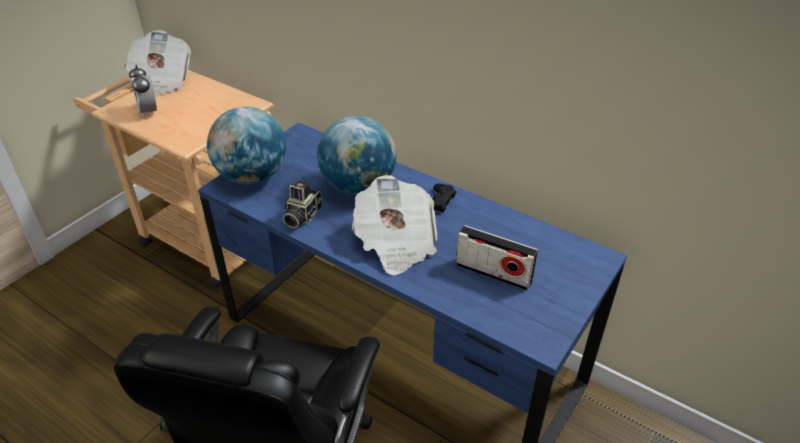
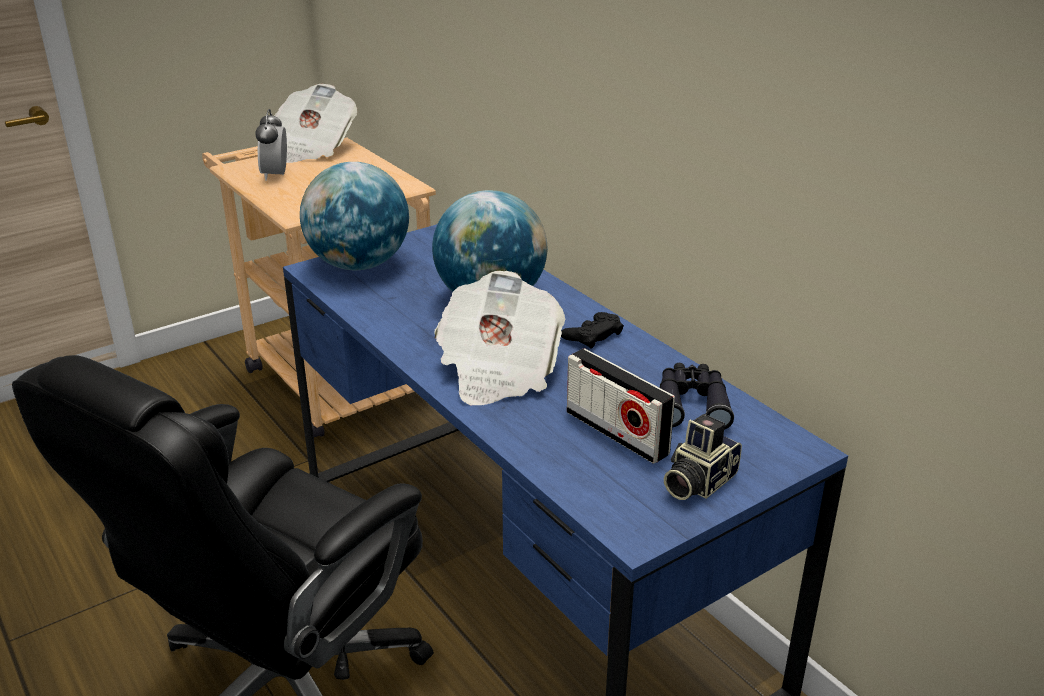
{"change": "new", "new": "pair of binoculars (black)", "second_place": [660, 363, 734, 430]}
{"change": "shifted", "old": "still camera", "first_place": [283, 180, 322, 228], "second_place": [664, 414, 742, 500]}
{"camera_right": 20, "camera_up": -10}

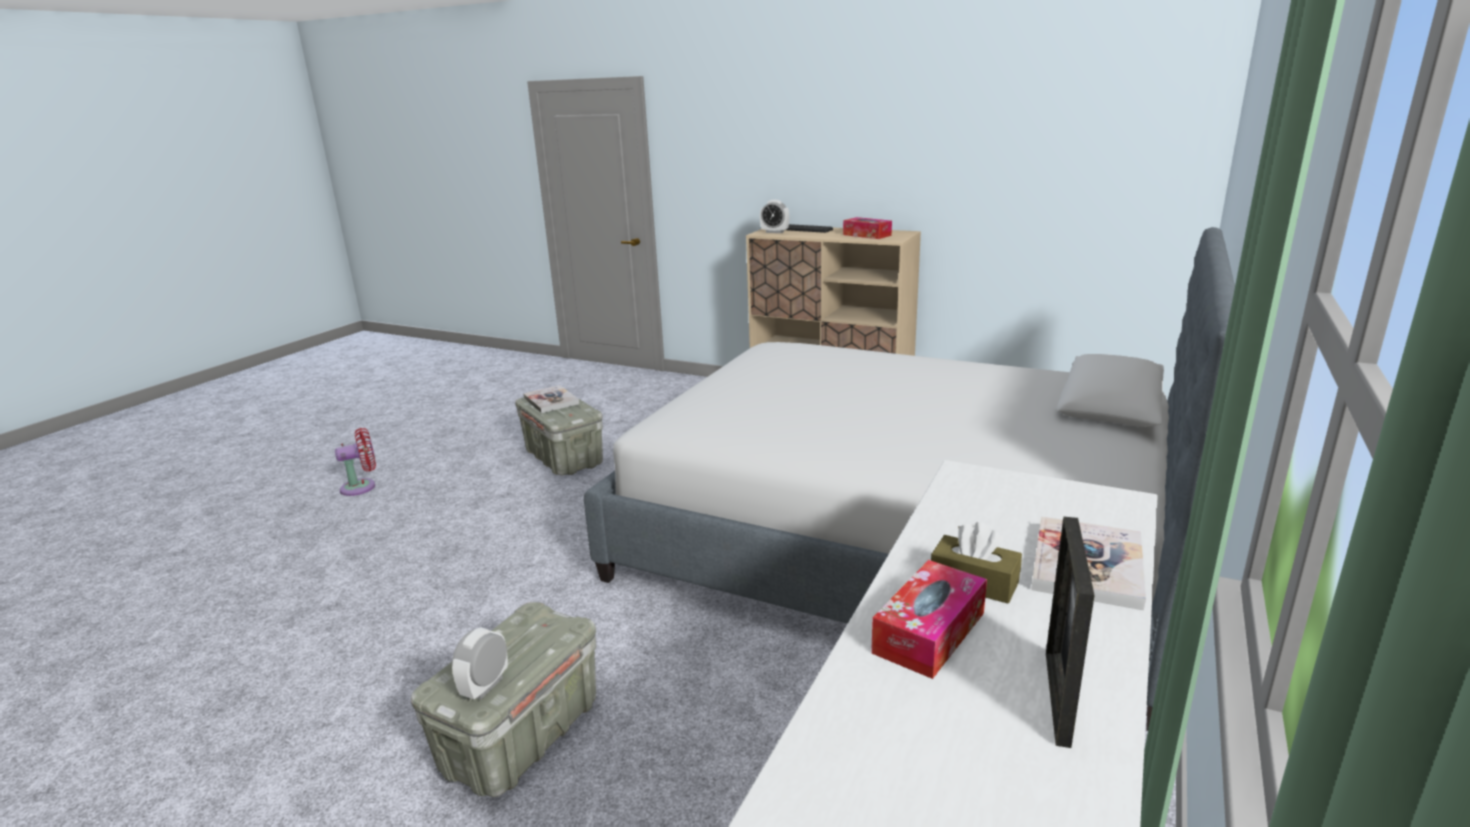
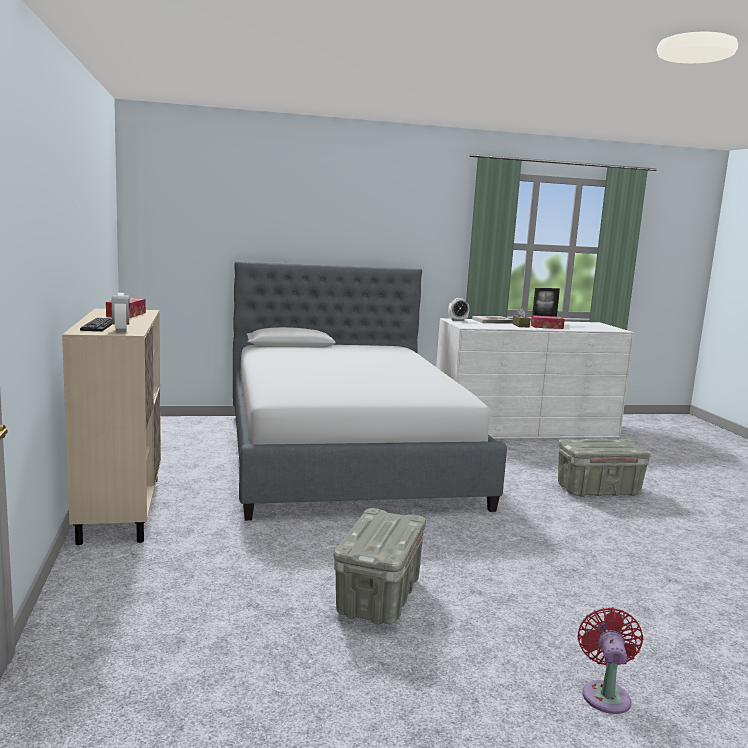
{"change": "gone", "old": "book", "first_place": [523, 385, 579, 413]}
{"change": "shifted", "old": "alarm clock", "first_place": [452, 627, 508, 699], "second_place": [448, 298, 469, 321]}
{"change": "rotated", "old": "electric fan (reddish)", "first_place": [335, 428, 376, 496], "second_place": [577, 608, 643, 714], "degrees": 75}
{"camera_right": -130, "camera_up": -10}

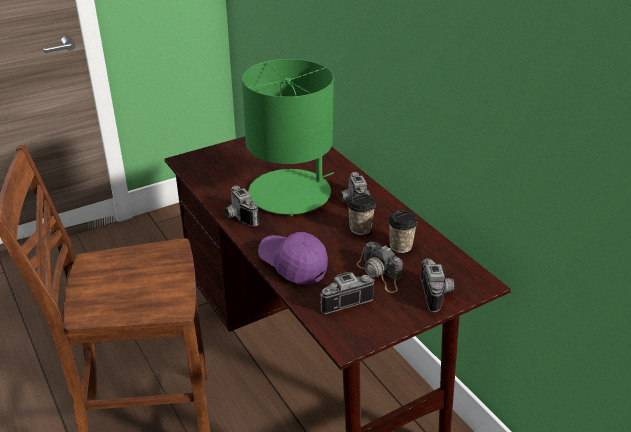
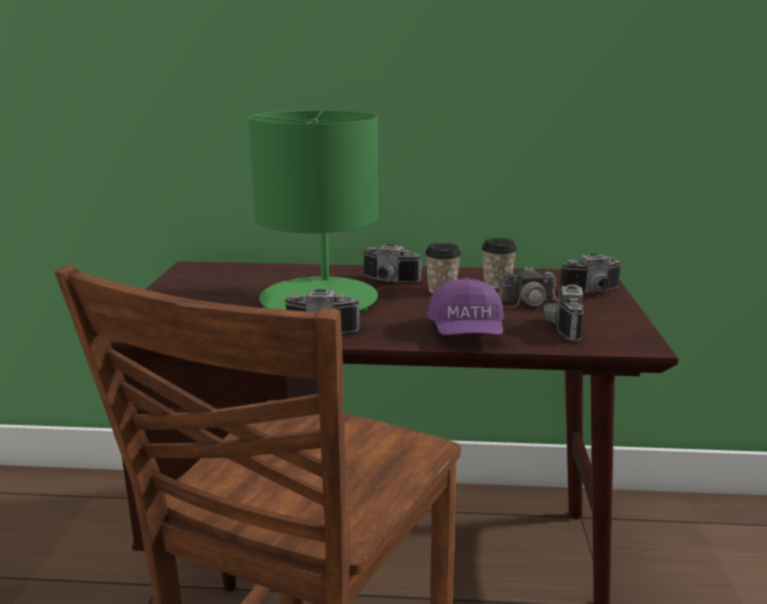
{"change": "rotated", "old": "peaked cap (purplish)", "first_place": [258, 232, 328, 285], "second_place": [427, 278, 504, 335], "degrees": -75}
{"change": "rotated", "old": "still camera", "first_place": [420, 259, 454, 312], "second_place": [560, 253, 622, 293], "degrees": 135}
{"camera_right": -55, "camera_up": -15}

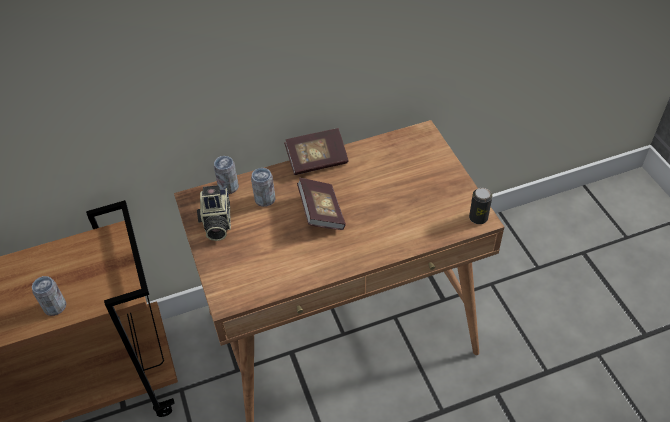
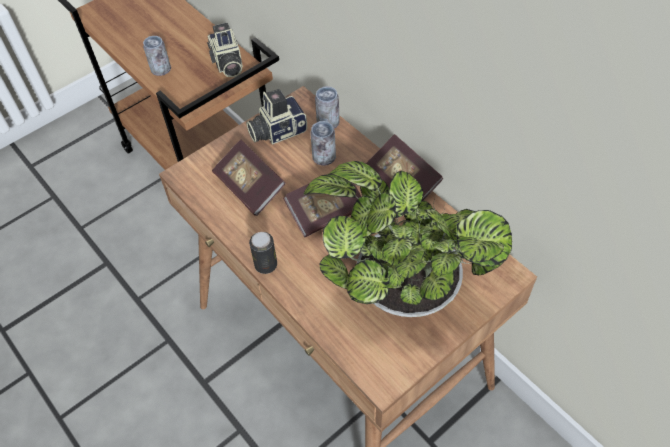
{"change": "new", "new": "still camera", "second_place": [207, 23, 243, 78]}
{"change": "new", "new": "book", "second_place": [212, 140, 286, 216]}
{"change": "new", "new": "potted plant", "second_place": [304, 161, 512, 317]}
{"change": "shifted", "old": "can", "first_place": [469, 188, 492, 224], "second_place": [249, 232, 277, 274]}
{"camera_right": 70, "camera_up": 5}

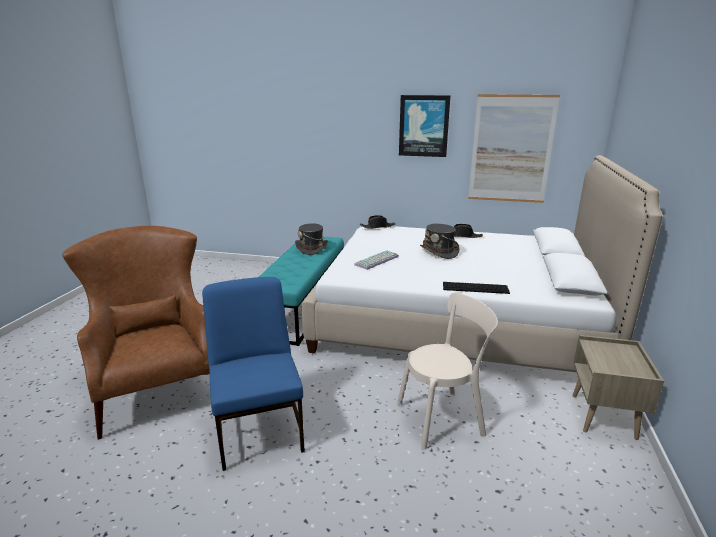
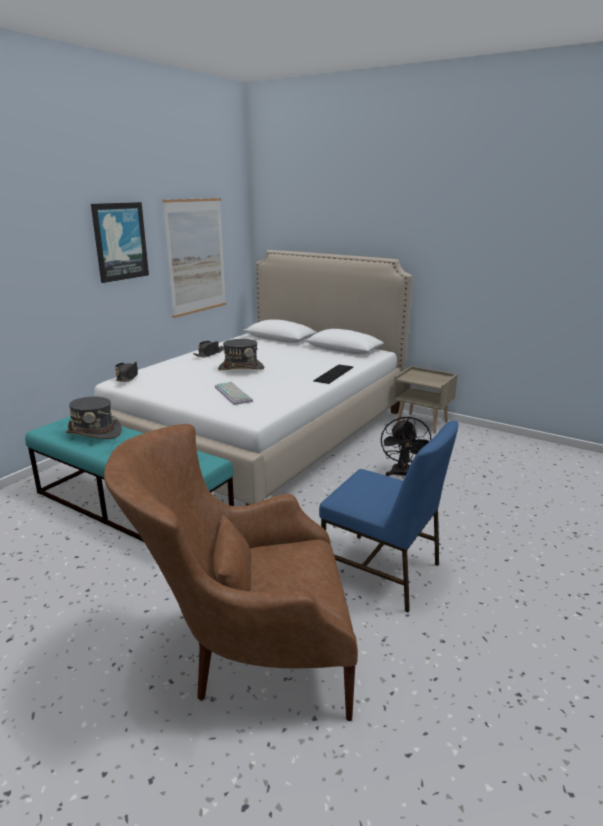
{"change": "swapped", "old": "chair (sand-coloured)", "new": "electric fan (black)", "first_place": [397, 293, 498, 449], "second_place": [381, 416, 431, 478]}
{"change": "rotated", "old": "chair (bluish)", "first_place": [202, 277, 305, 471], "second_place": [319, 421, 459, 612], "degrees": -150}
{"camera_right": -70, "camera_up": 0}

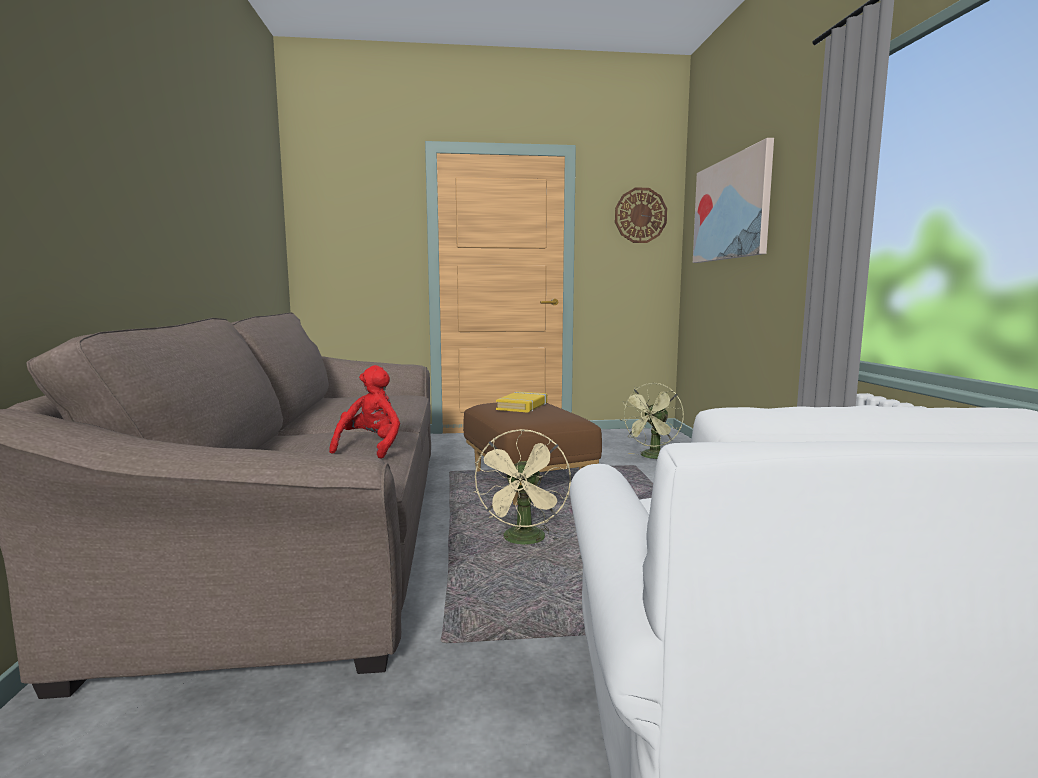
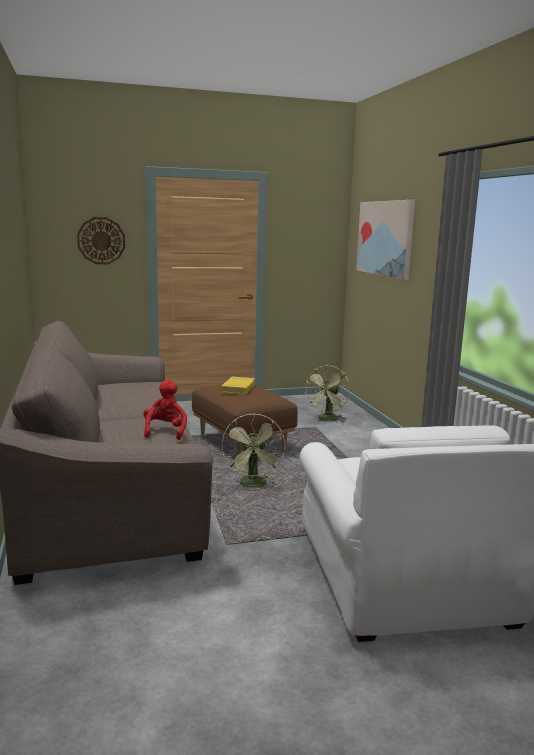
{"change": "shifted", "old": "wall clock", "first_place": [615, 187, 667, 243], "second_place": [77, 217, 125, 264]}
{"change": "repainted", "old": "electric fan (sand-coloured)", "new": "electric fan (green-coloured)", "first_place": [473, 429, 571, 544], "second_place": [222, 413, 285, 488]}
{"camera_right": -10, "camera_up": 5}

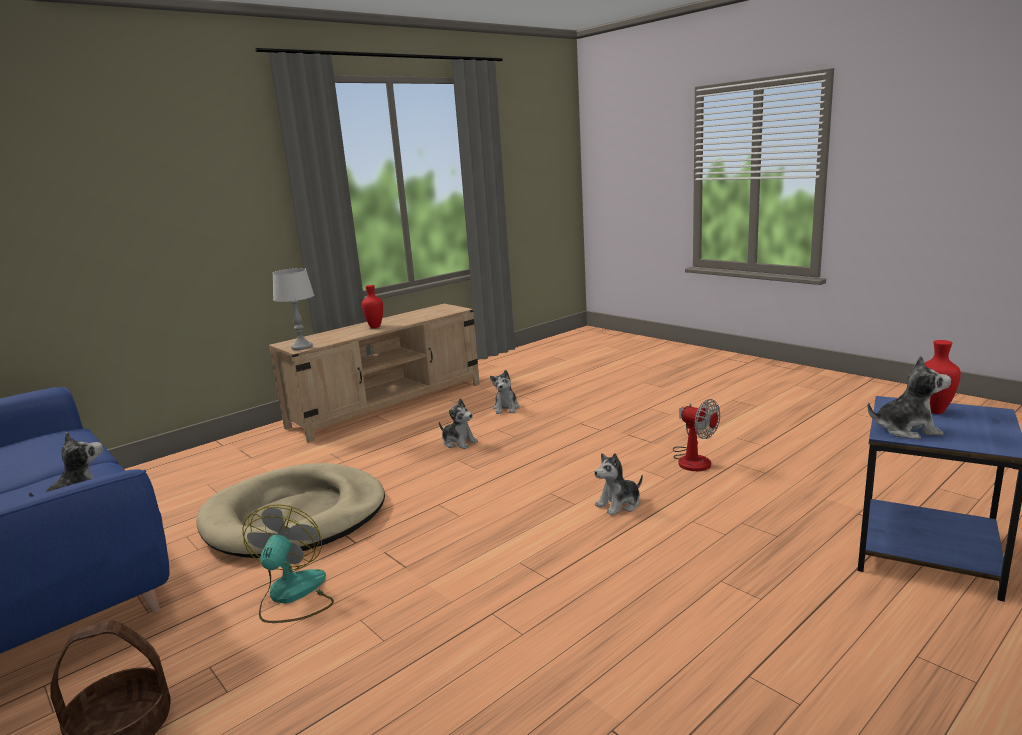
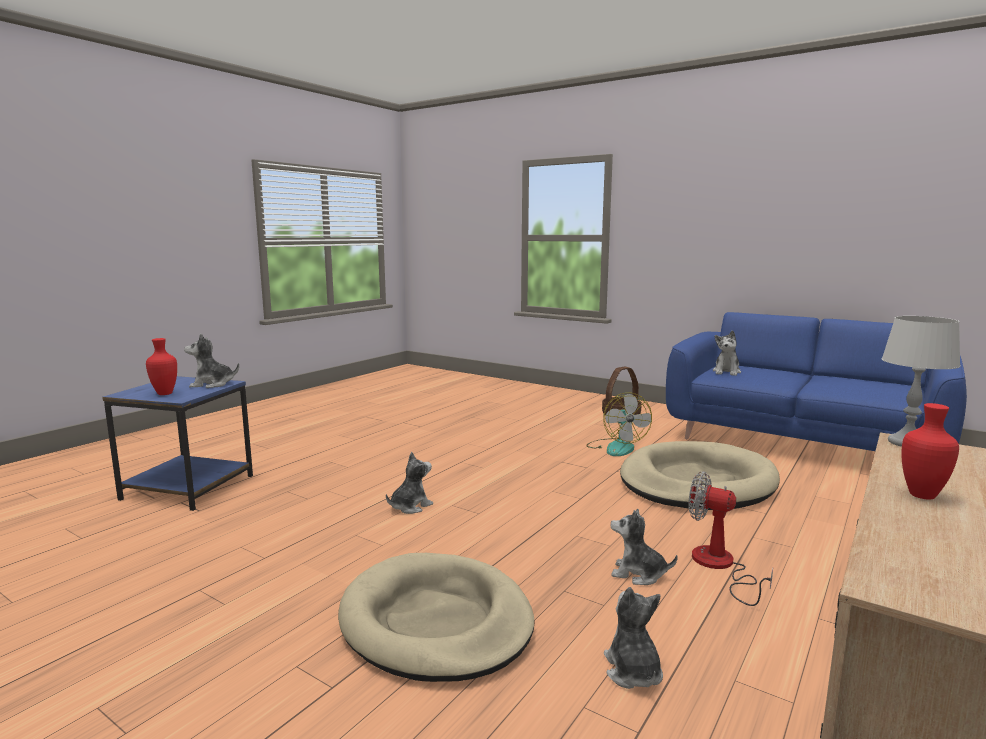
{"change": "new", "new": "dog cushion (sand-coloured)", "second_place": [338, 553, 534, 682]}
{"change": "shifted", "old": "electric fan", "first_place": [673, 399, 720, 471], "second_place": [688, 471, 773, 606]}
{"camera_right": 165, "camera_up": -5}

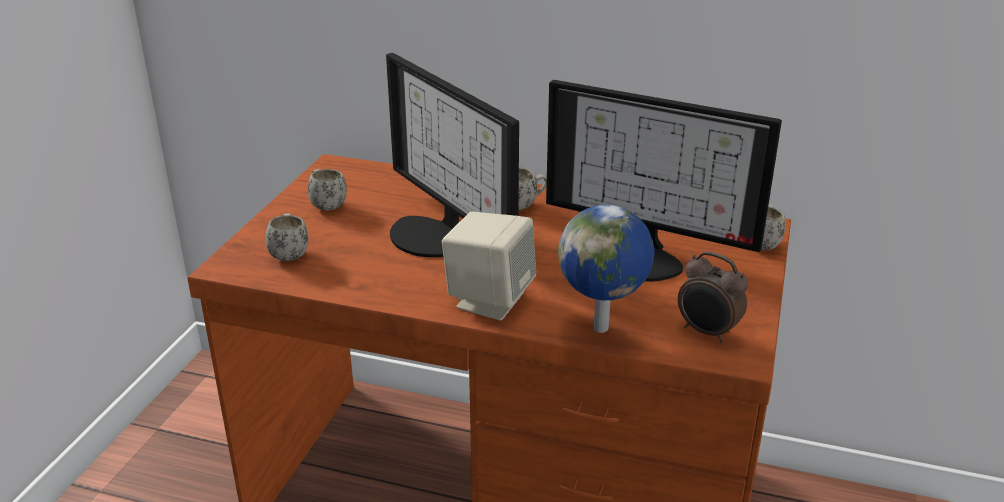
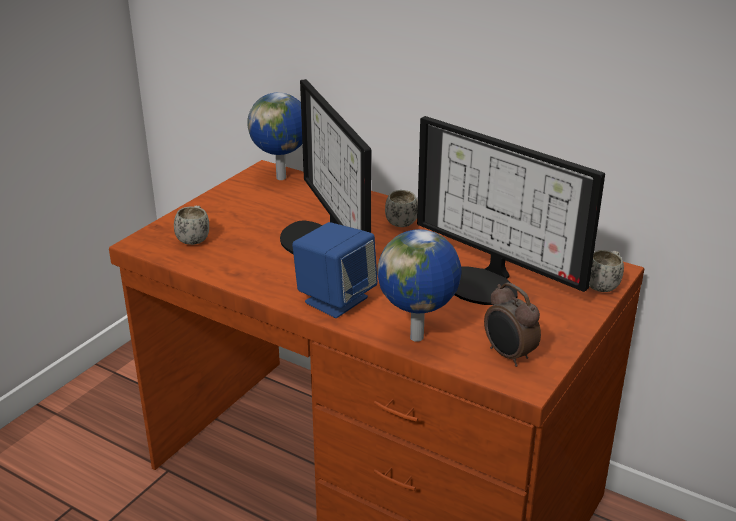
{"change": "gone", "old": "mug (whitish)", "first_place": [308, 169, 347, 210]}
{"change": "new", "new": "desk globe", "second_place": [247, 92, 302, 180]}
{"change": "repainted", "old": "speaker (sand-coloured)", "new": "speaker (bluish)", "first_place": [442, 212, 536, 321], "second_place": [292, 222, 378, 318]}
{"camera_right": 15, "camera_up": 0}

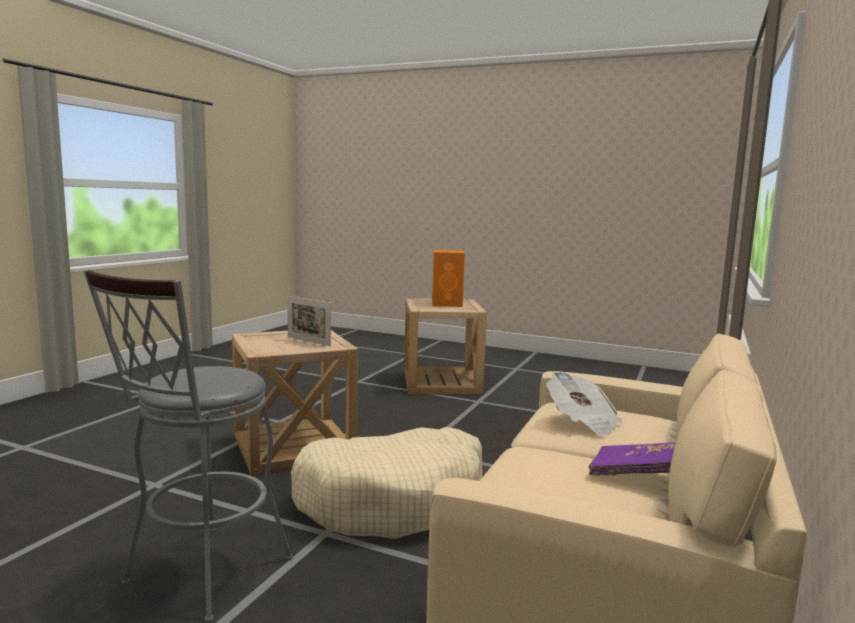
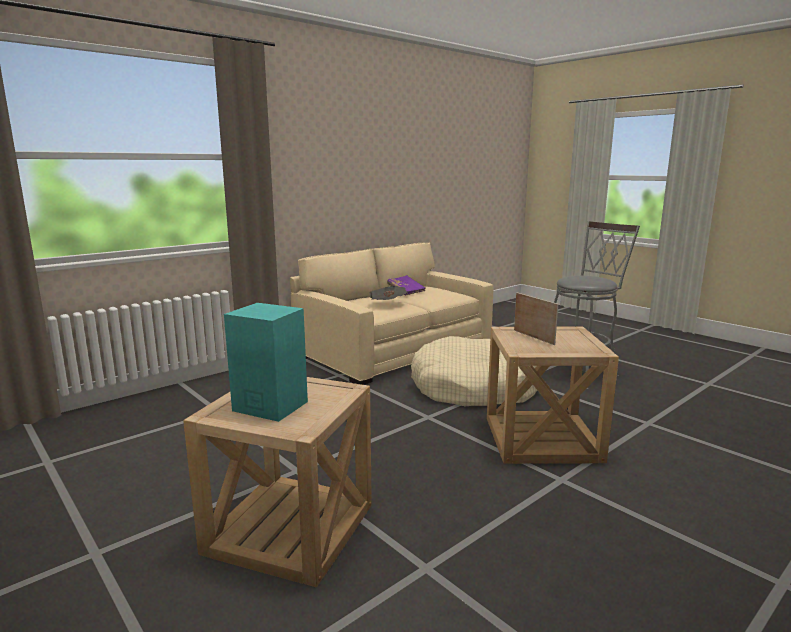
{"change": "repainted", "old": "speaker (orangey)", "new": "speaker (blue-green)", "first_place": [432, 250, 465, 307], "second_place": [224, 303, 308, 422]}
{"camera_right": -155, "camera_up": 5}

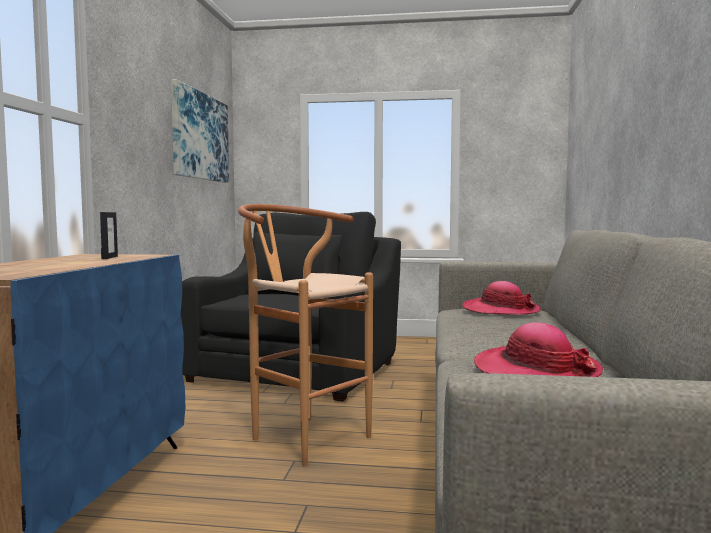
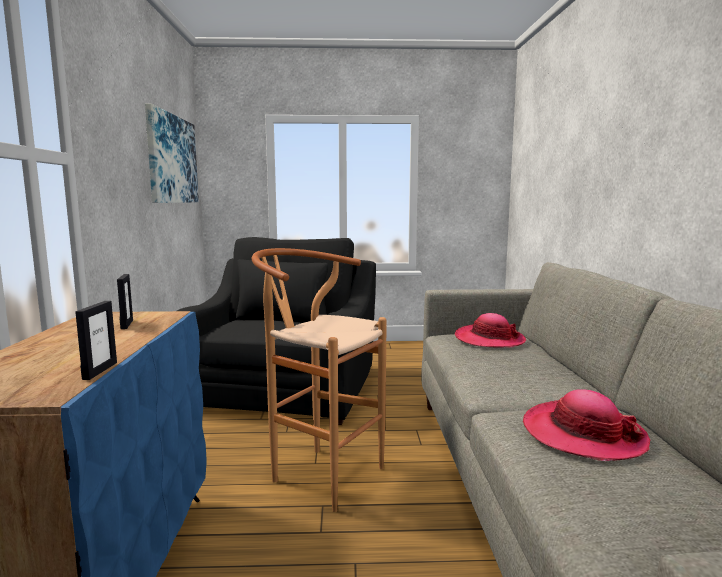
{"change": "new", "new": "picture frame", "second_place": [75, 301, 117, 380]}
{"camera_right": -10, "camera_up": 5}

